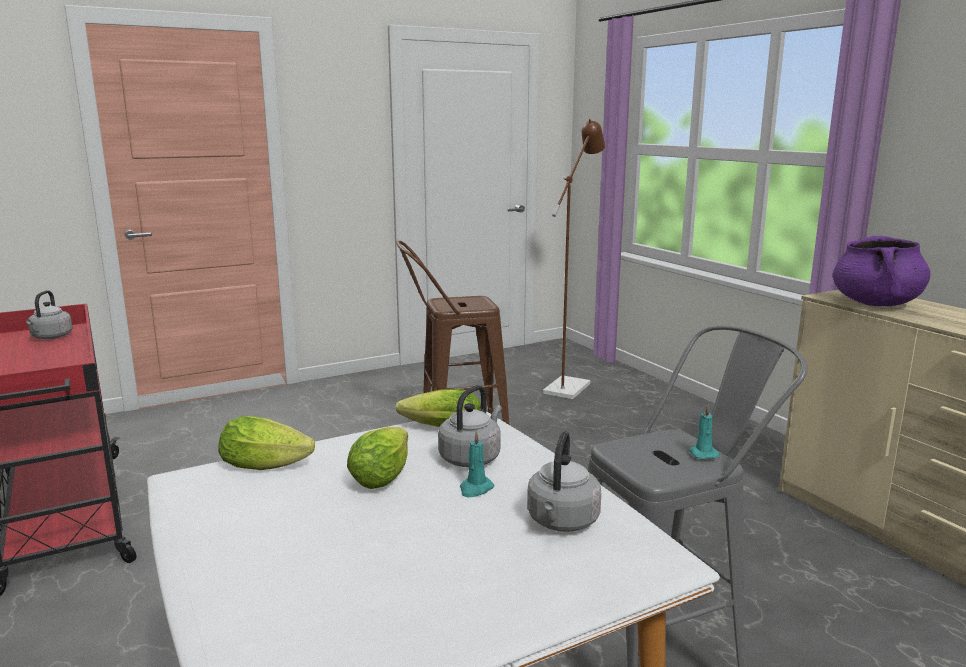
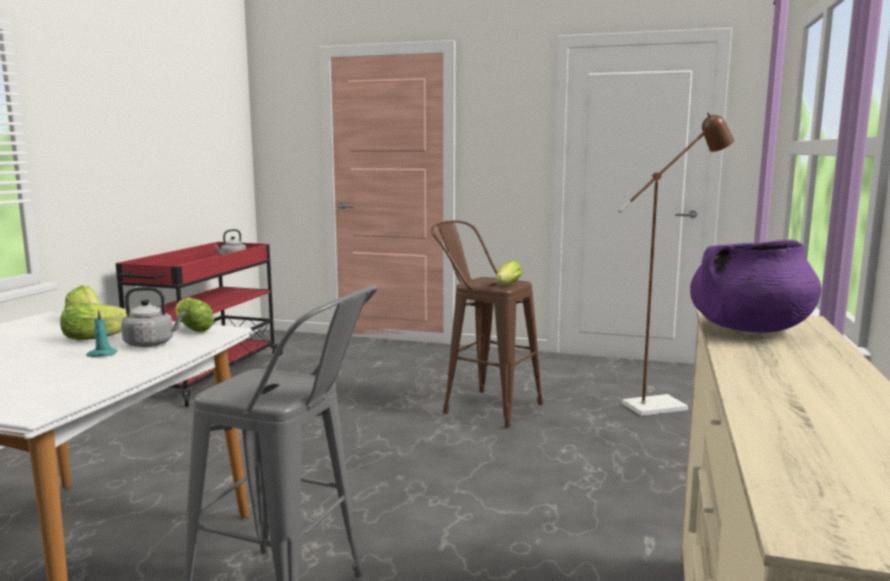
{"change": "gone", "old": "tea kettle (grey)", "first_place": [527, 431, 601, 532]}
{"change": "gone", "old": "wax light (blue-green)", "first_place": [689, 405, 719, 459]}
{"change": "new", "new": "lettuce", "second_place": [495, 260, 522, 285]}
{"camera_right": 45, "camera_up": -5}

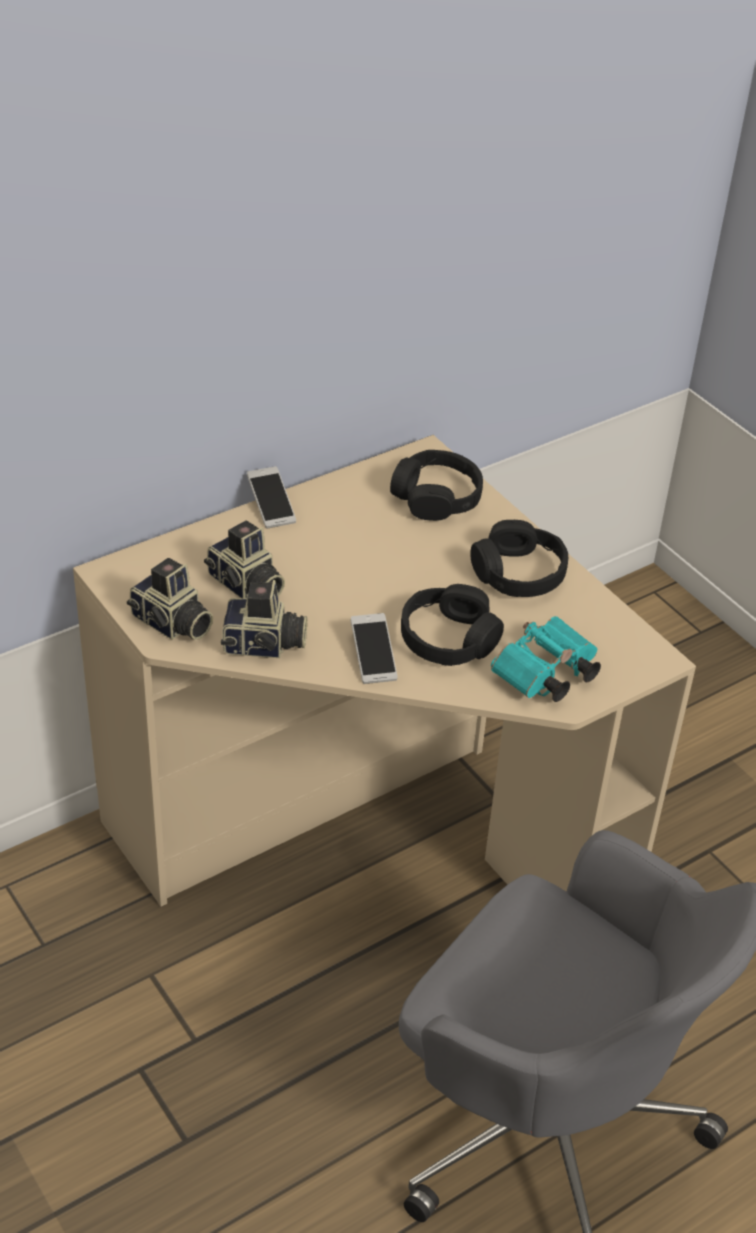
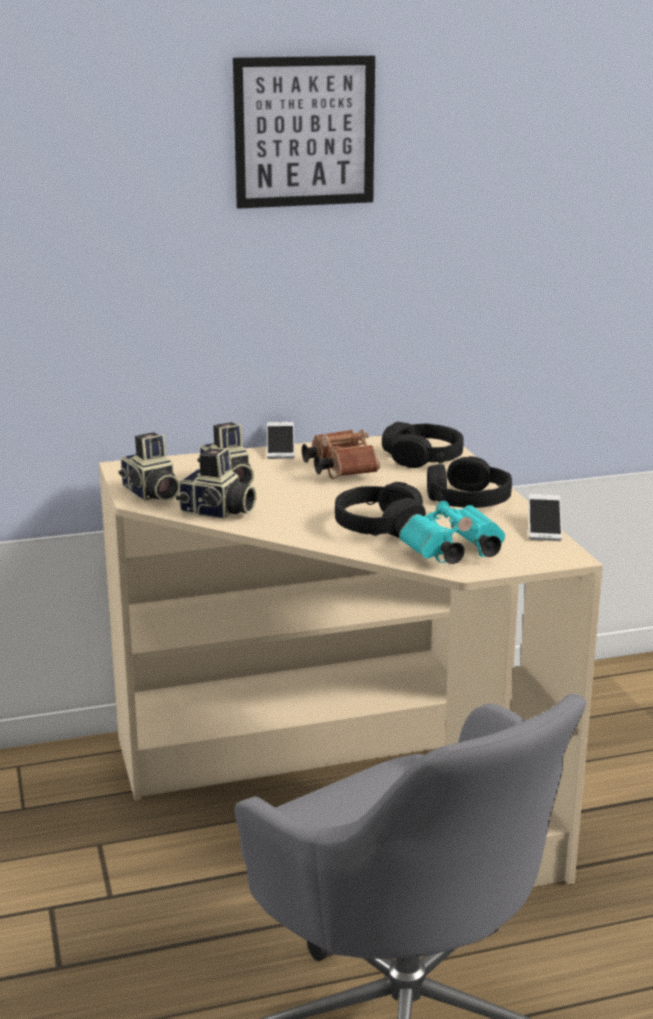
{"change": "new", "new": "wall art", "second_place": [233, 56, 375, 209]}
{"change": "new", "new": "pair of binoculars (brown-coloured)", "second_place": [302, 429, 380, 479]}
{"change": "shifted", "old": "handset", "first_place": [351, 613, 398, 684], "second_place": [528, 494, 562, 541]}
{"camera_right": 20, "camera_up": -20}

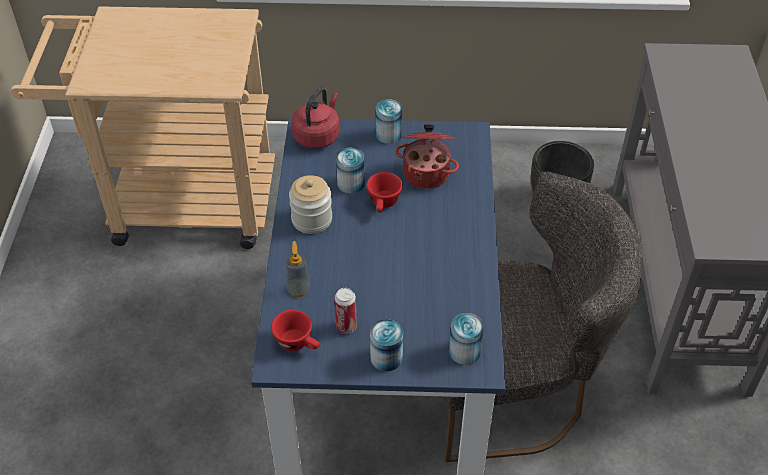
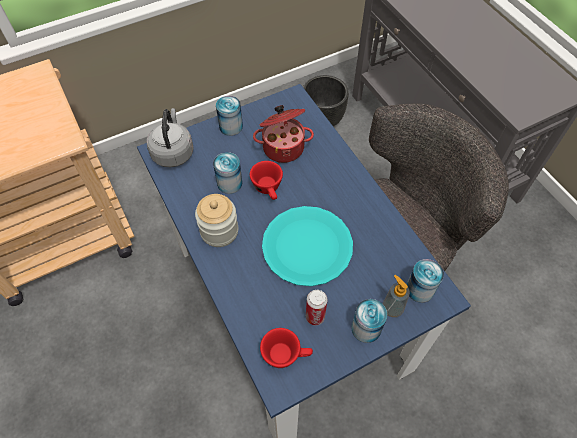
{"change": "new", "new": "plate (blue-green)", "second_place": [262, 206, 353, 286]}
{"change": "shifted", "old": "soap dispenser", "first_place": [286, 241, 310, 297], "second_place": [383, 275, 410, 318]}
{"change": "repainted", "old": "tea kettle (reddish)", "new": "tea kettle (grey)", "first_place": [291, 87, 339, 148], "second_place": [147, 108, 194, 167]}
{"camera_right": -30, "camera_up": 10}

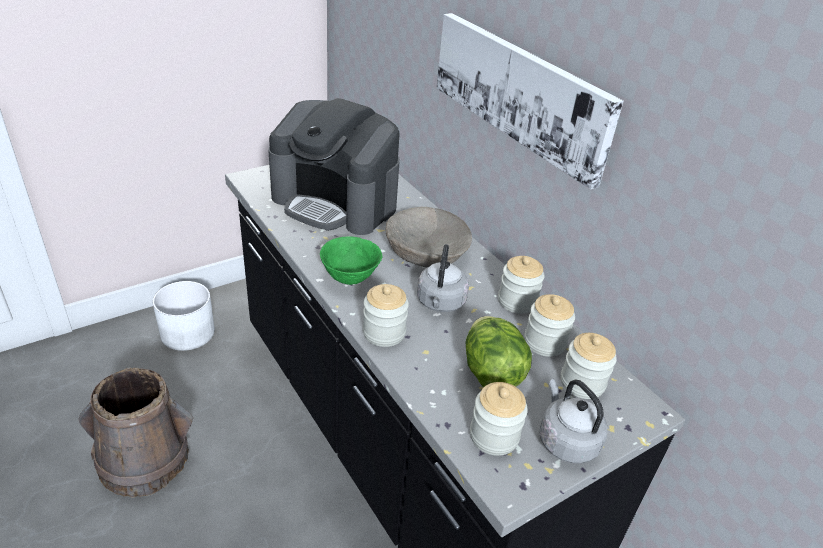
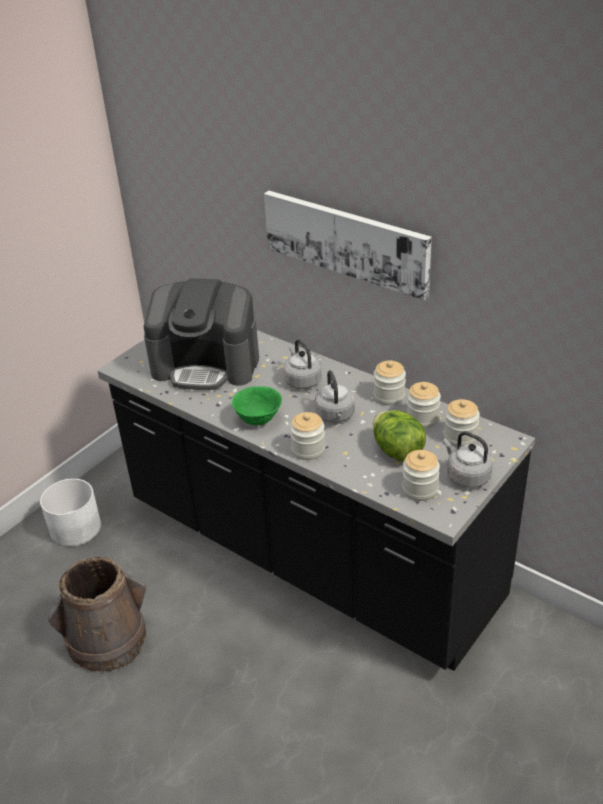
{"change": "swapped", "old": "deep dish (sand-coloured)", "new": "tea kettle (grey)", "first_place": [386, 207, 472, 267], "second_place": [283, 339, 322, 389]}
{"camera_right": -15, "camera_up": 0}

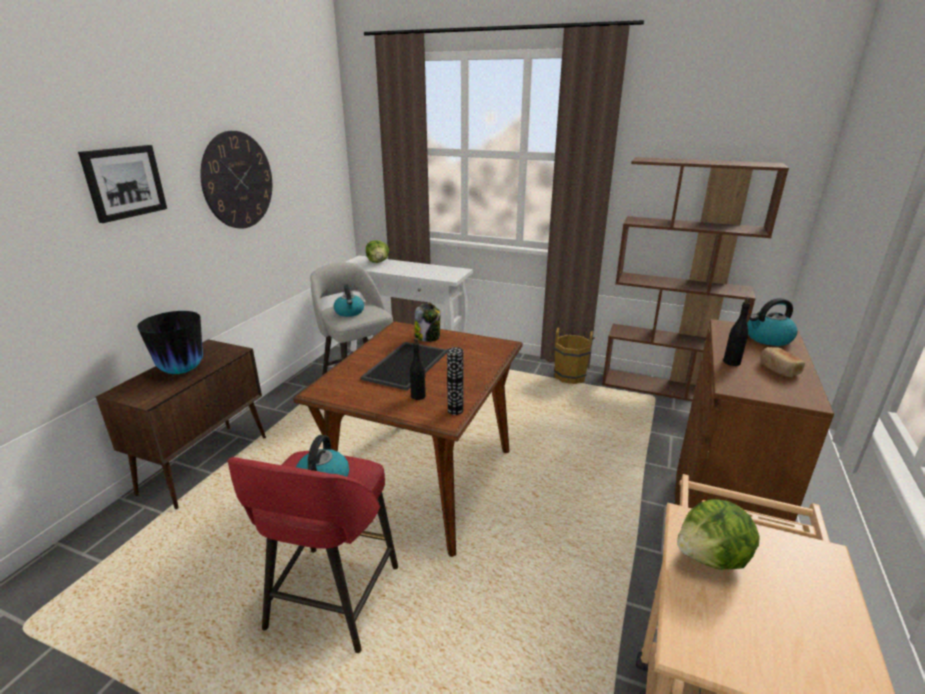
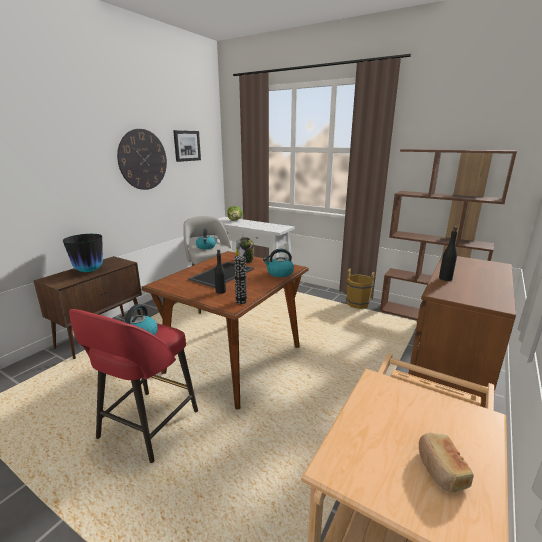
{"change": "gone", "old": "lettuce", "first_place": [677, 499, 760, 570]}
{"change": "shifted", "old": "wall art", "first_place": [78, 145, 167, 223], "second_place": [173, 130, 201, 162]}
{"change": "shifted", "old": "tea kettle", "first_place": [747, 298, 798, 346], "second_place": [263, 249, 294, 277]}
{"change": "shifted", "old": "baked bread", "first_place": [760, 347, 805, 377], "second_place": [419, 433, 474, 493]}
{"camera_right": 10, "camera_up": -5}

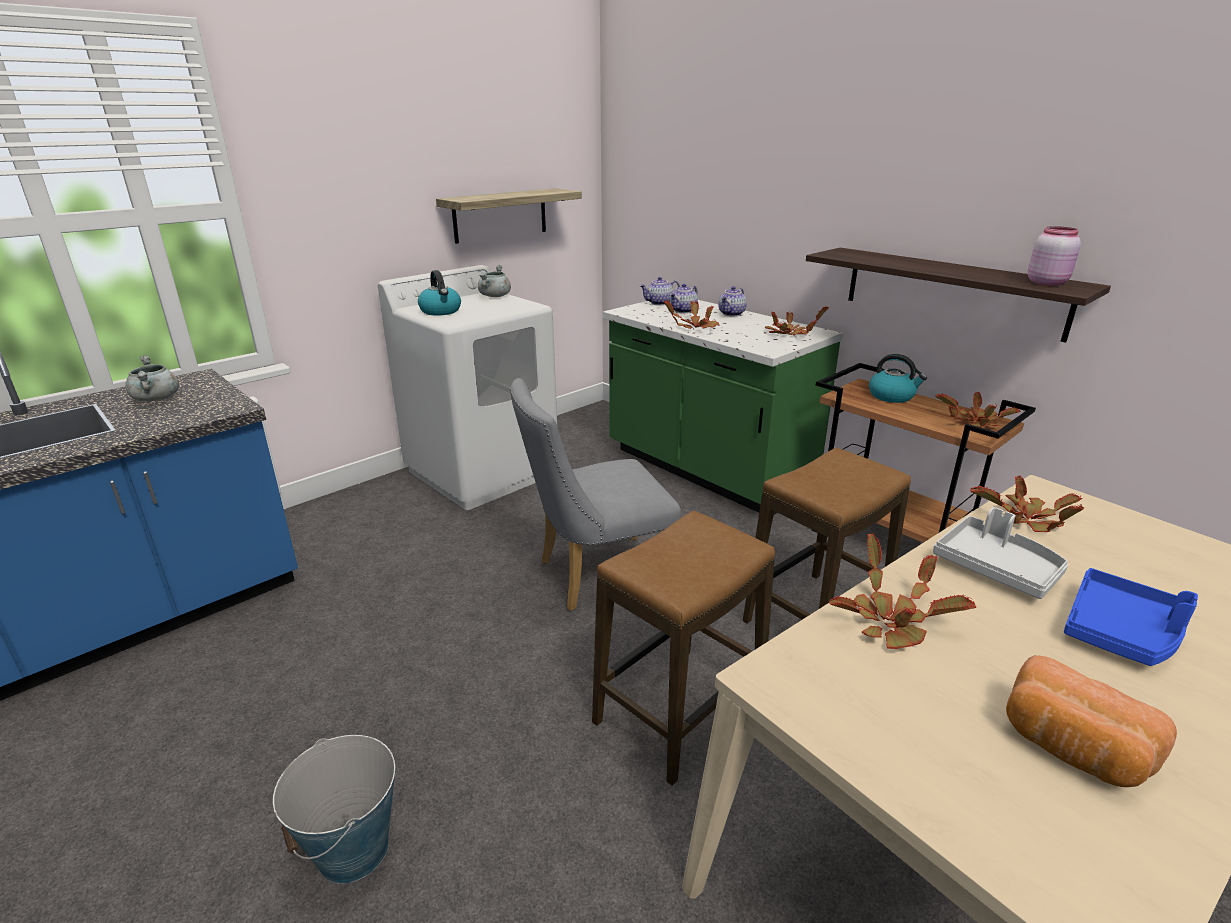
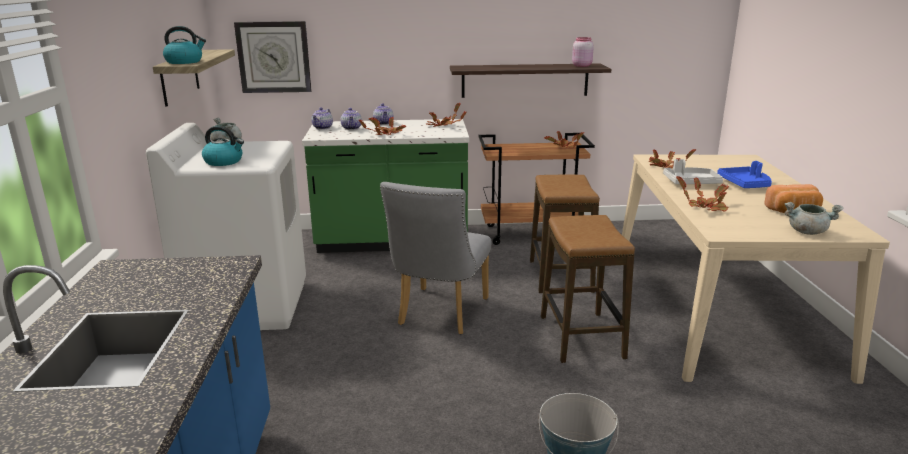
{"change": "new", "new": "wall clock", "second_place": [234, 21, 312, 93]}
{"change": "shifted", "old": "stockpot (grey)", "first_place": [125, 355, 179, 401], "second_place": [784, 202, 844, 235]}
{"change": "shifted", "old": "tea kettle", "first_place": [869, 354, 927, 403], "second_place": [163, 26, 206, 64]}
{"camera_right": -50, "camera_up": -5}

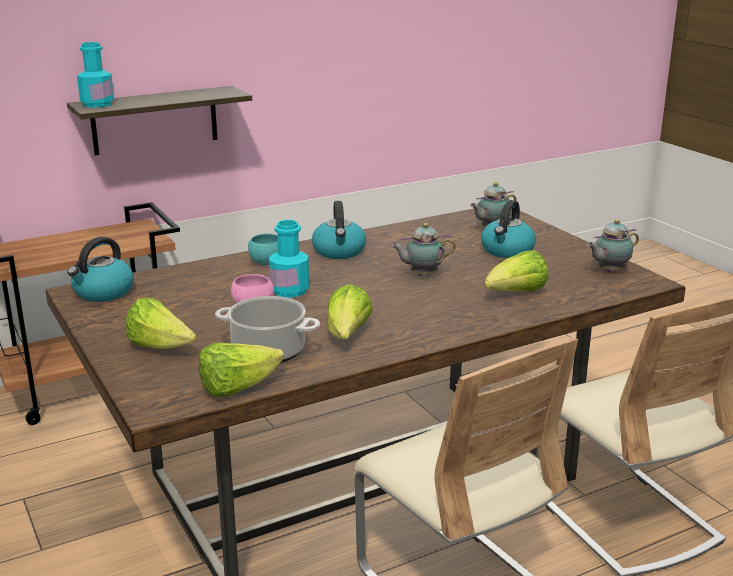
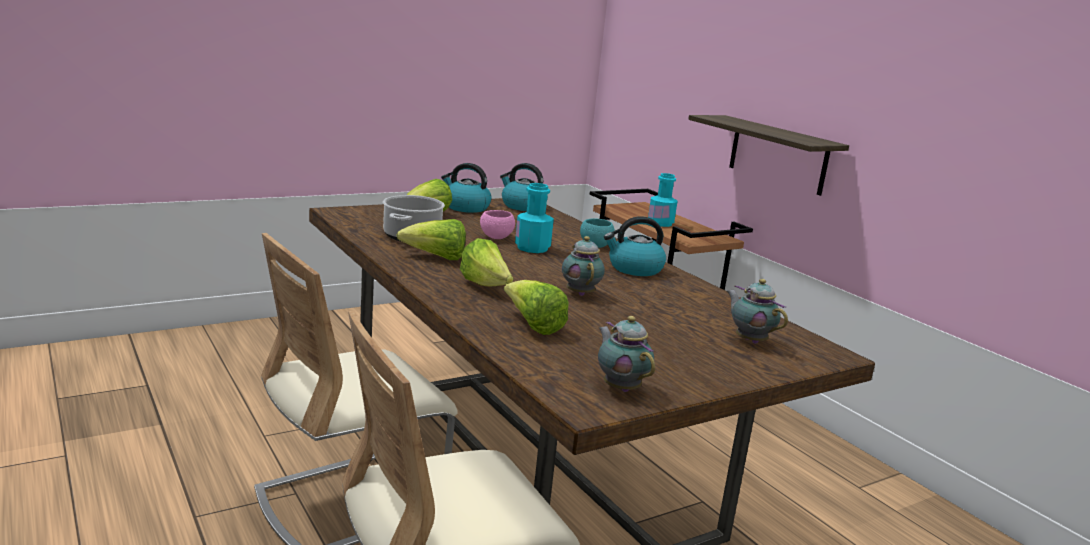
{"change": "shifted", "old": "beverage bottle (blue-green)", "first_place": [77, 42, 114, 107], "second_place": [648, 173, 678, 227]}
{"change": "shifted", "old": "lettuce", "first_place": [199, 343, 284, 397], "second_place": [460, 238, 513, 286]}
{"change": "shifted", "old": "tea kettle", "first_place": [481, 200, 536, 258], "second_place": [441, 163, 492, 213]}
{"camera_right": 85, "camera_up": -5}

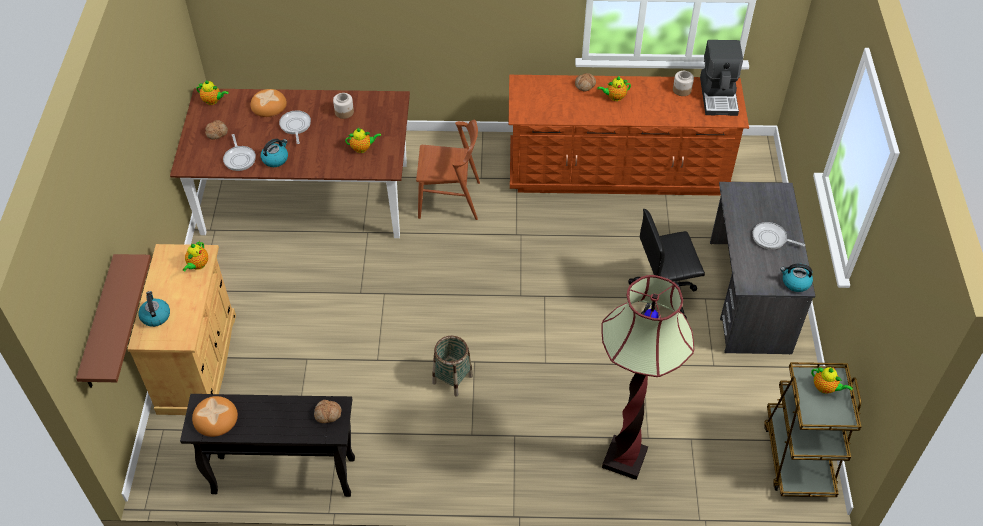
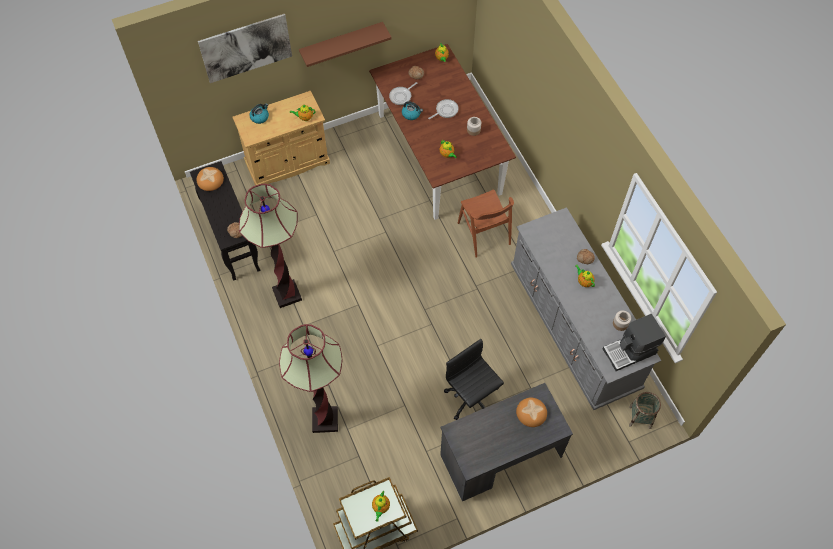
{"change": "gone", "old": "pan", "first_place": [753, 222, 805, 250]}
{"change": "gone", "old": "tea kettle", "first_place": [780, 264, 813, 292]}
{"change": "new", "new": "wall art", "second_place": [198, 14, 292, 83]}
{"change": "new", "new": "floor lamp", "second_place": [239, 184, 302, 308]}
{"change": "shifted", "old": "wall shelf (brown-coloured)", "first_place": [76, 254, 151, 388], "second_place": [299, 22, 392, 67]}
{"change": "shifted", "old": "baked bread", "first_place": [250, 89, 287, 117], "second_place": [516, 398, 547, 427]}
{"change": "shifted", "old": "storage basket", "first_place": [432, 336, 473, 397], "second_place": [629, 392, 661, 429]}
{"change": "repainted", "old": "chest of drawers (brown-coloured)", "new": "chest of drawers (grey)", "first_place": [508, 75, 749, 196], "second_place": [511, 207, 661, 410]}
{"camera_right": 65, "camera_up": 10}

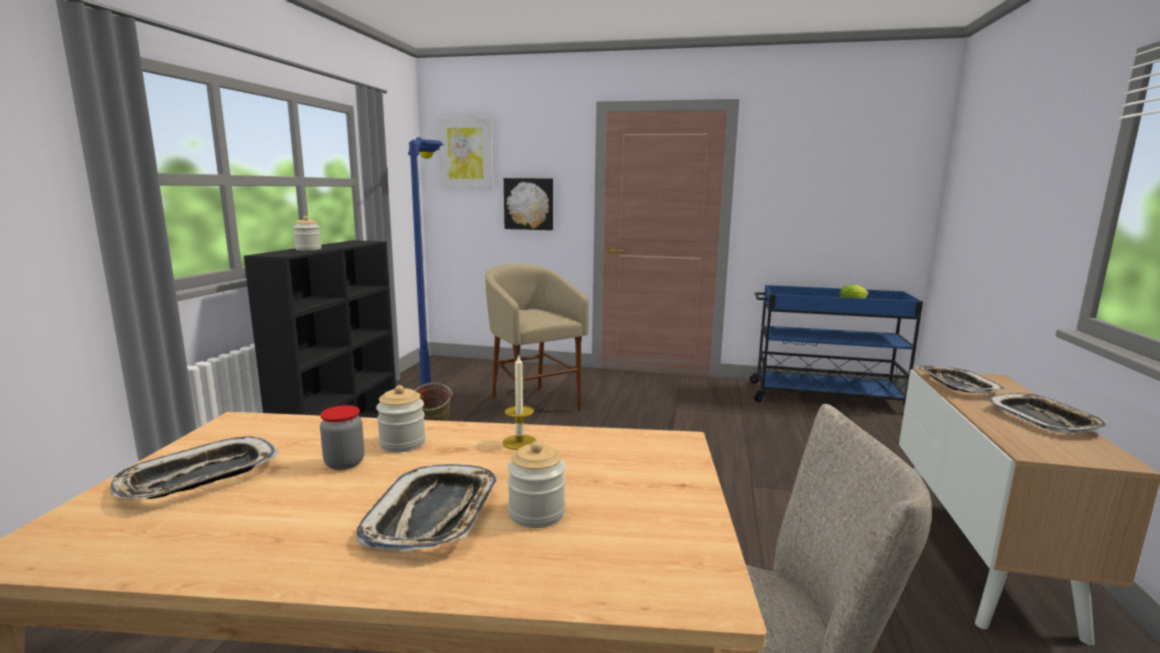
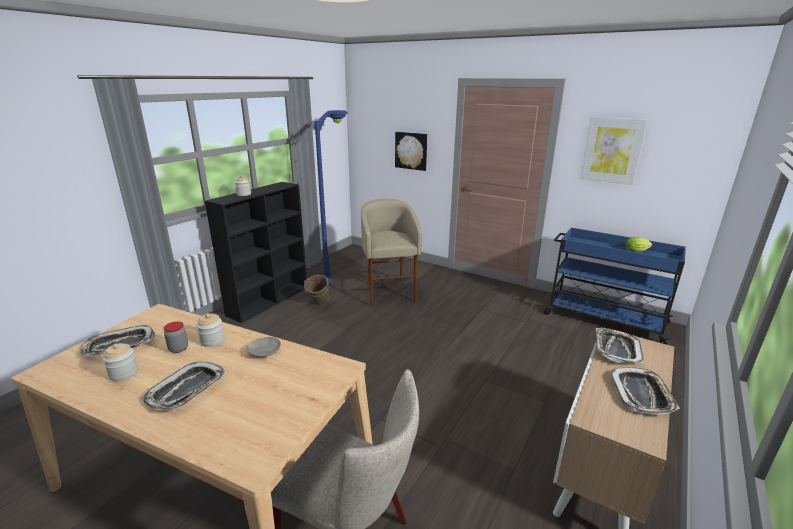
{"change": "shifted", "old": "wall art", "first_place": [438, 117, 493, 189], "second_place": [580, 117, 648, 185]}
{"change": "shifted", "old": "preserve jar", "first_place": [507, 441, 566, 528], "second_place": [102, 343, 138, 382]}
{"change": "swapped", "old": "wax light", "new": "plate (sand-coloured)", "first_place": [502, 354, 536, 450], "second_place": [246, 337, 281, 357]}
{"camera_right": 20, "camera_up": 10}

